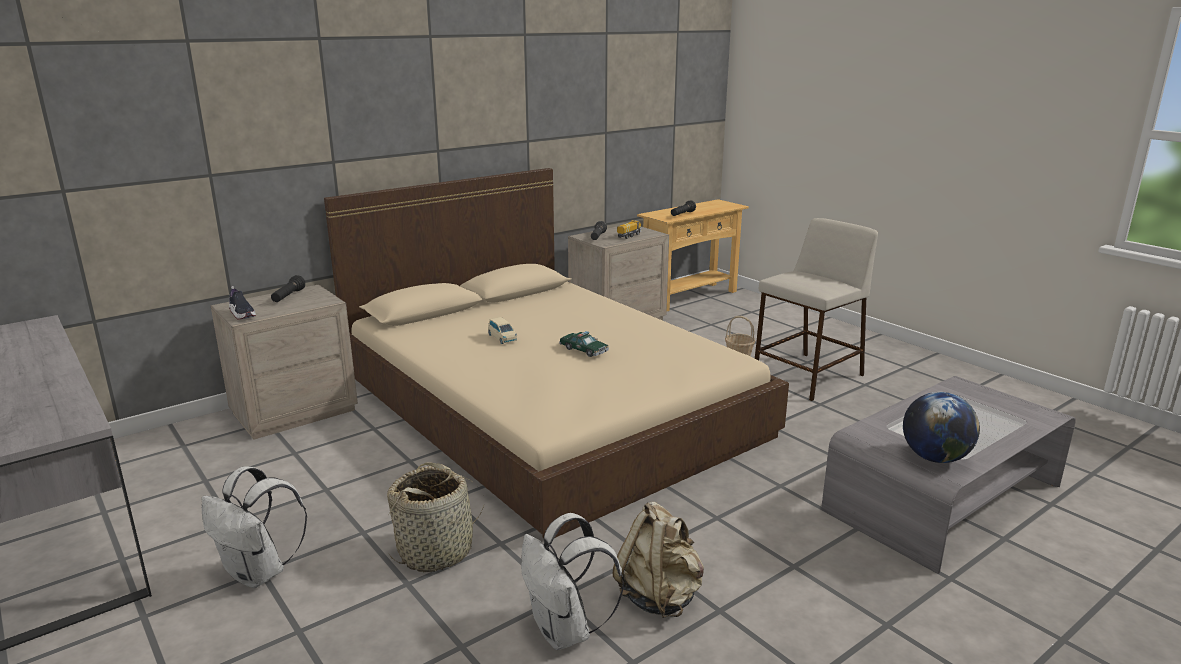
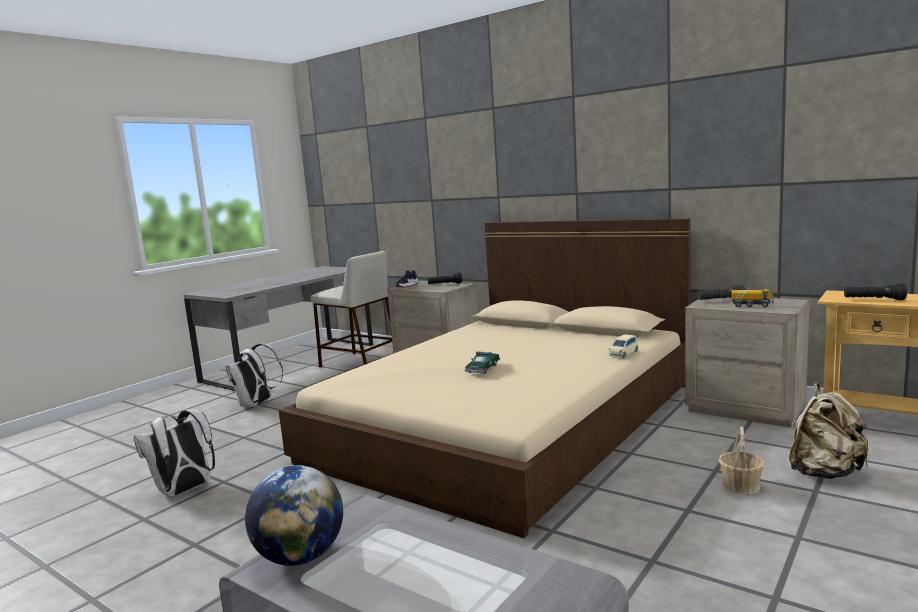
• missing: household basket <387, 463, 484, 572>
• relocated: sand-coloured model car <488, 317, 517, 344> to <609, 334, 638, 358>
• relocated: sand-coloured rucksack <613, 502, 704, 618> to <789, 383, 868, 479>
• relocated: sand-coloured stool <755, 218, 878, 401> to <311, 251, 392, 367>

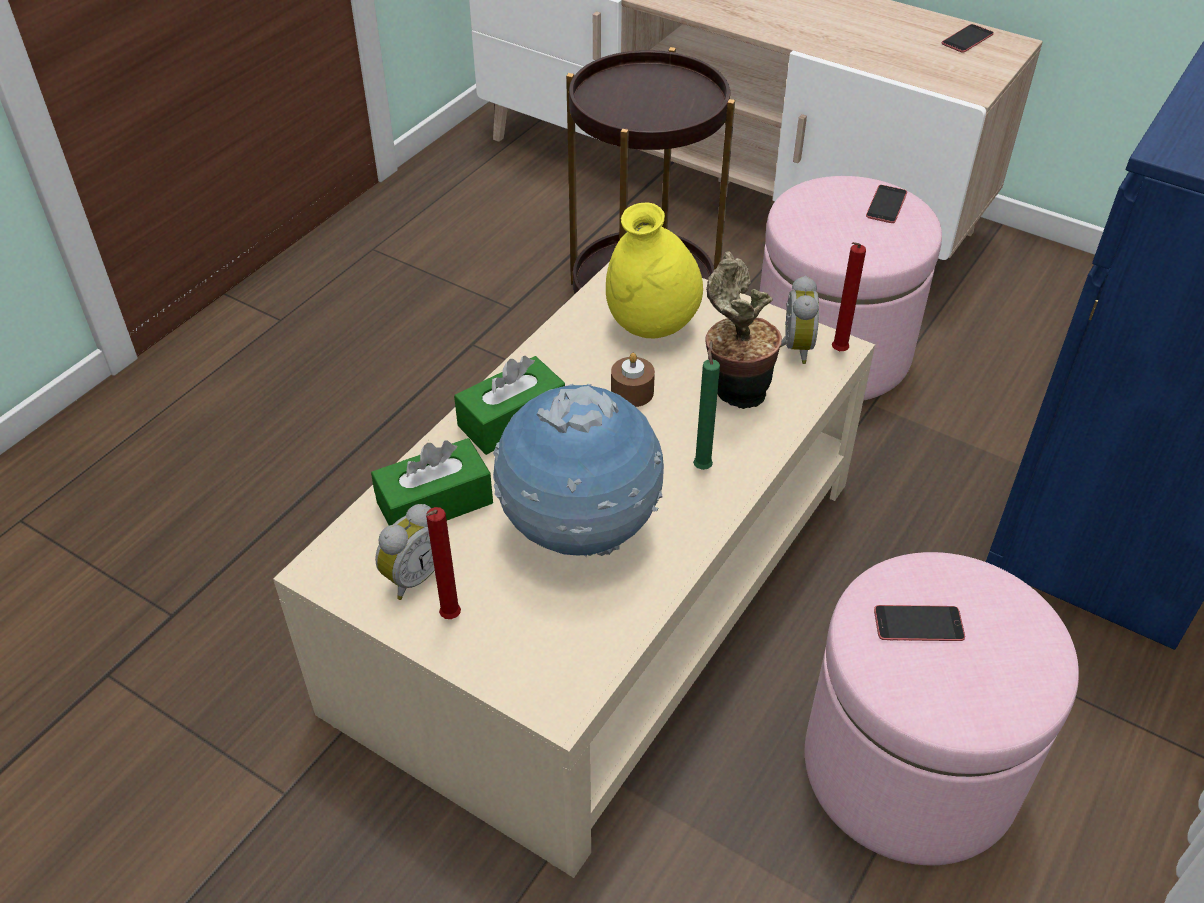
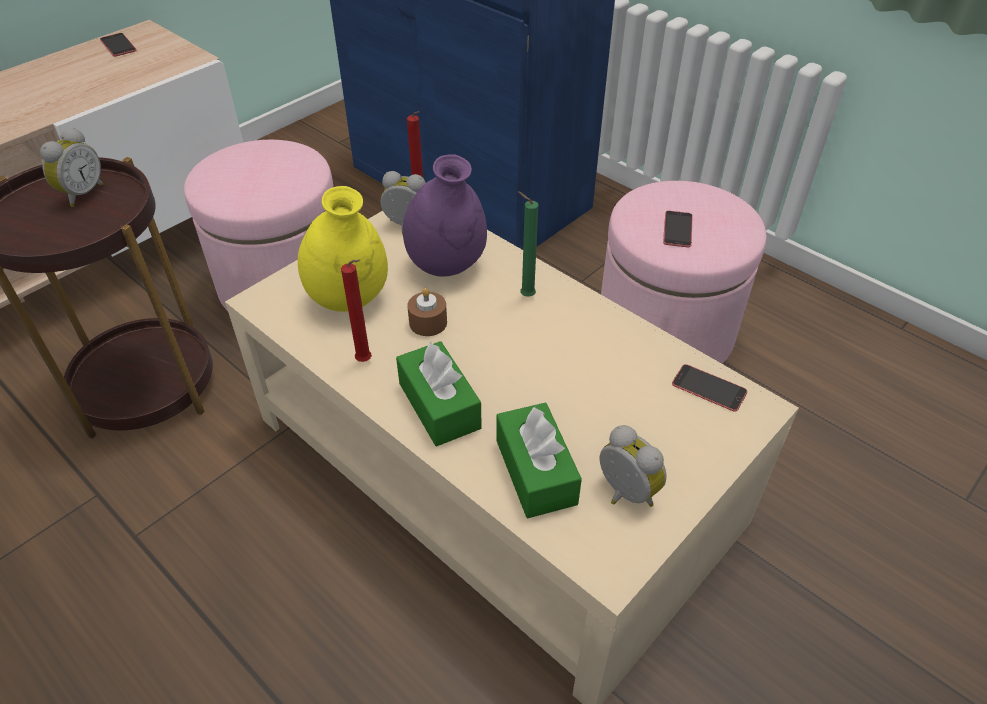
• relocated: red-coloured candle <426, 507, 461, 619> to <341, 259, 372, 362>
• missing: globe <493, 384, 664, 557>
• exchanged: houseplant <705, 252, 782, 409> to purplish decorative vase <403, 154, 487, 277>
• relocated: handset <866, 185, 907, 223> to <672, 364, 747, 412>
• appeared: bedside clock <40, 127, 104, 207>

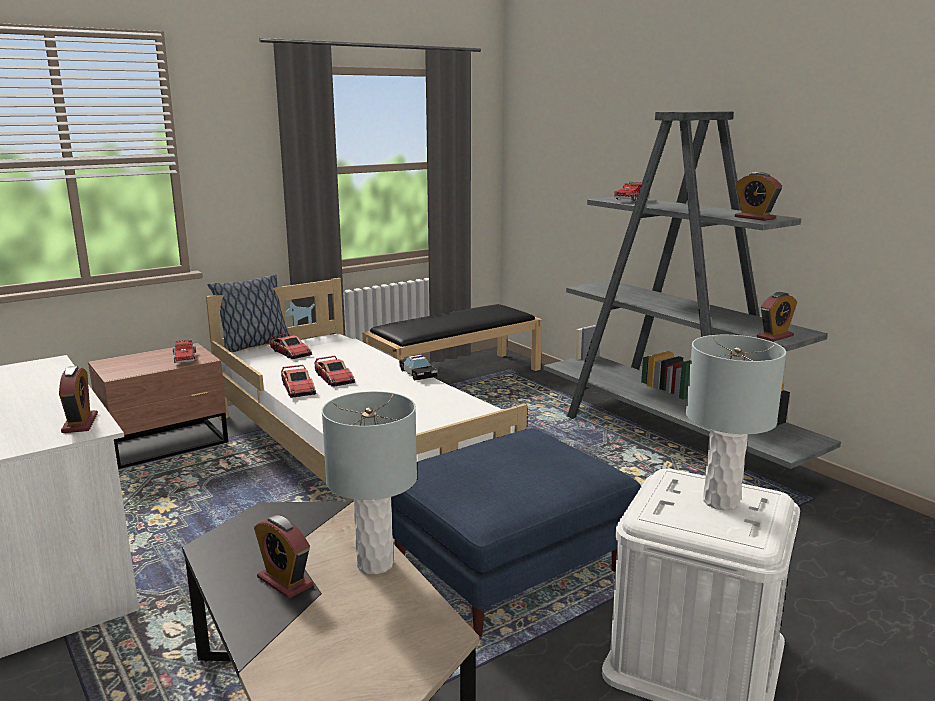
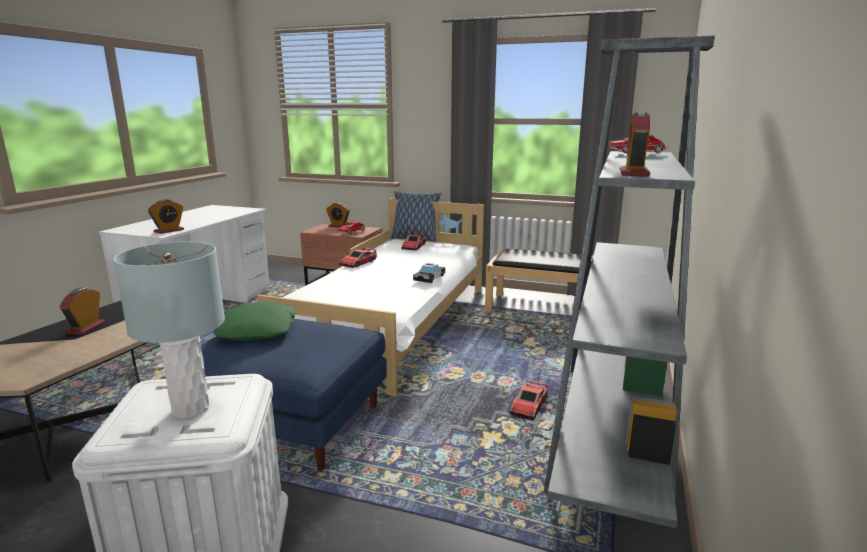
• relocated: model car <315, 356, 355, 387> to <510, 380, 548, 420>
• missing: greyish lamp for a table <322, 391, 417, 574>
• relocated: bedside clock <757, 292, 797, 342> to <326, 203, 350, 228>
• appeared: greenish cushion <213, 302, 295, 341>

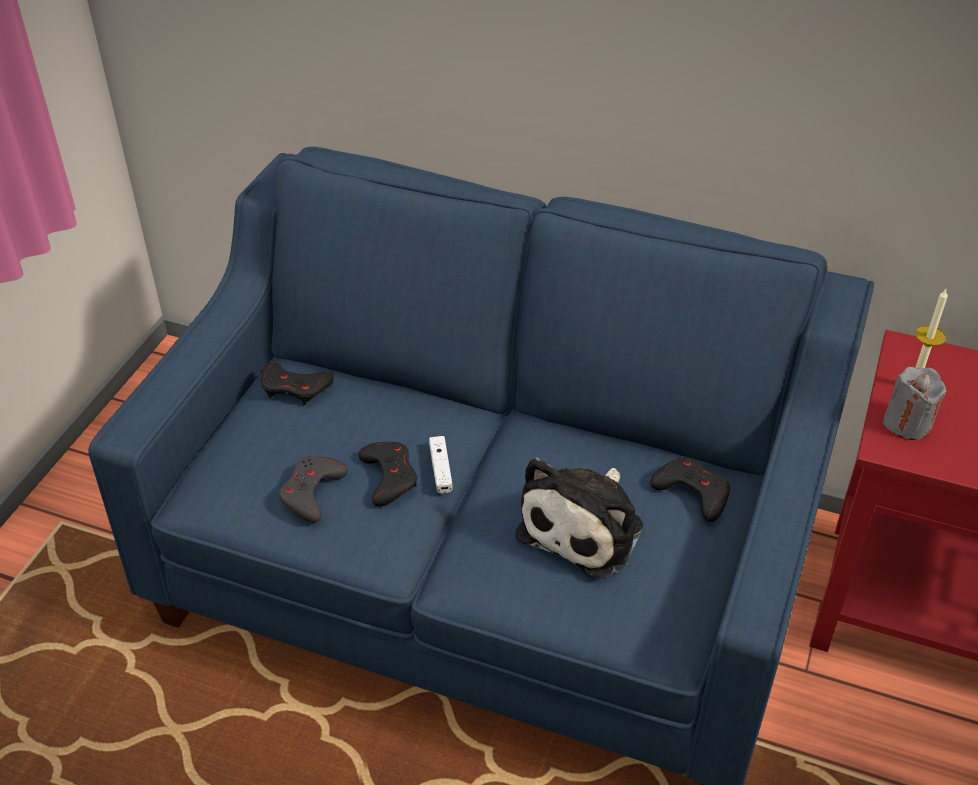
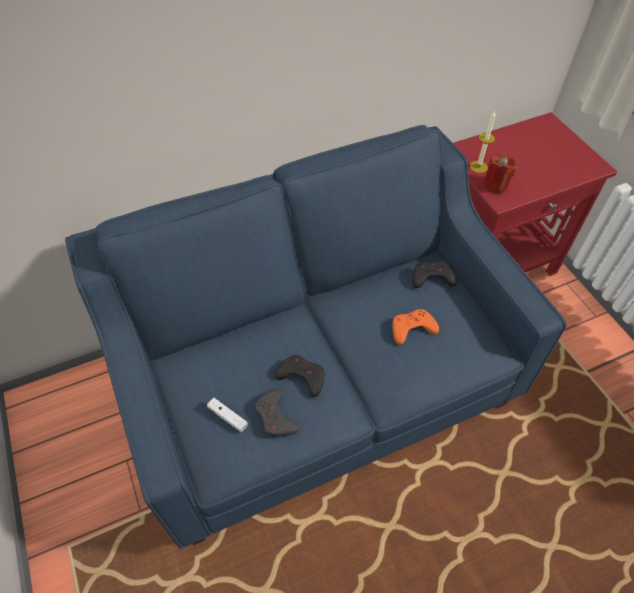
• missing: black-coloured joypad <261, 363, 334, 405>
• relocated: whitish joypad <429, 436, 453, 493> to <207, 398, 248, 432>
• exchanged: plush toy <515, 457, 643, 578> to orange-coloured joypad <392, 309, 439, 344>
• colour: greyish candle <883, 367, 946, 440> to red-coloured candle <483, 153, 517, 193>

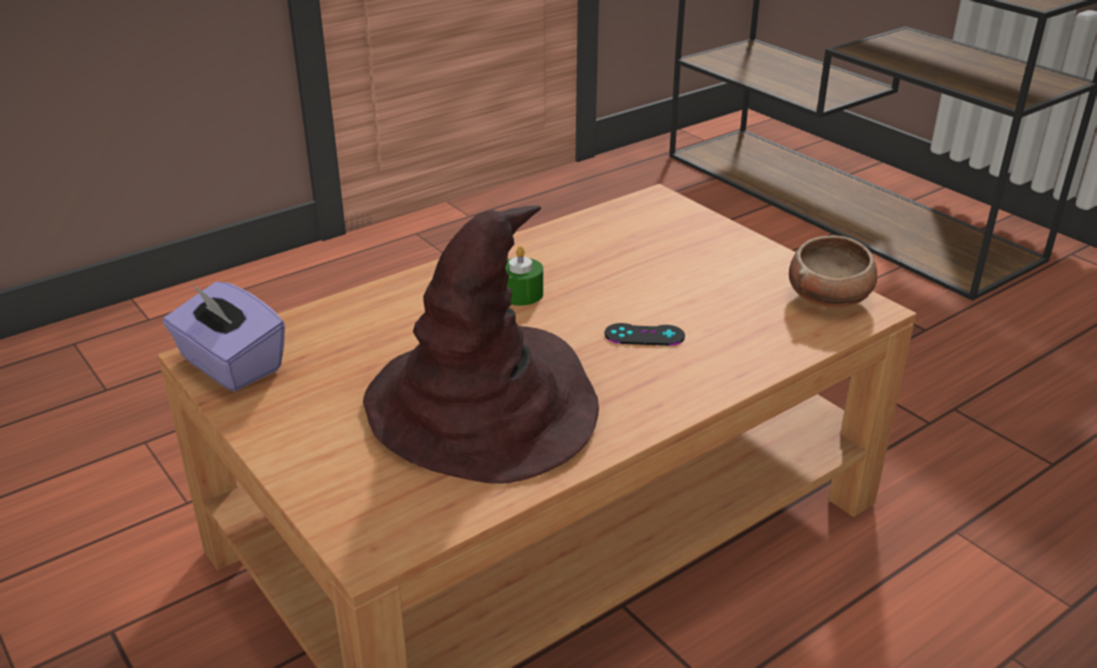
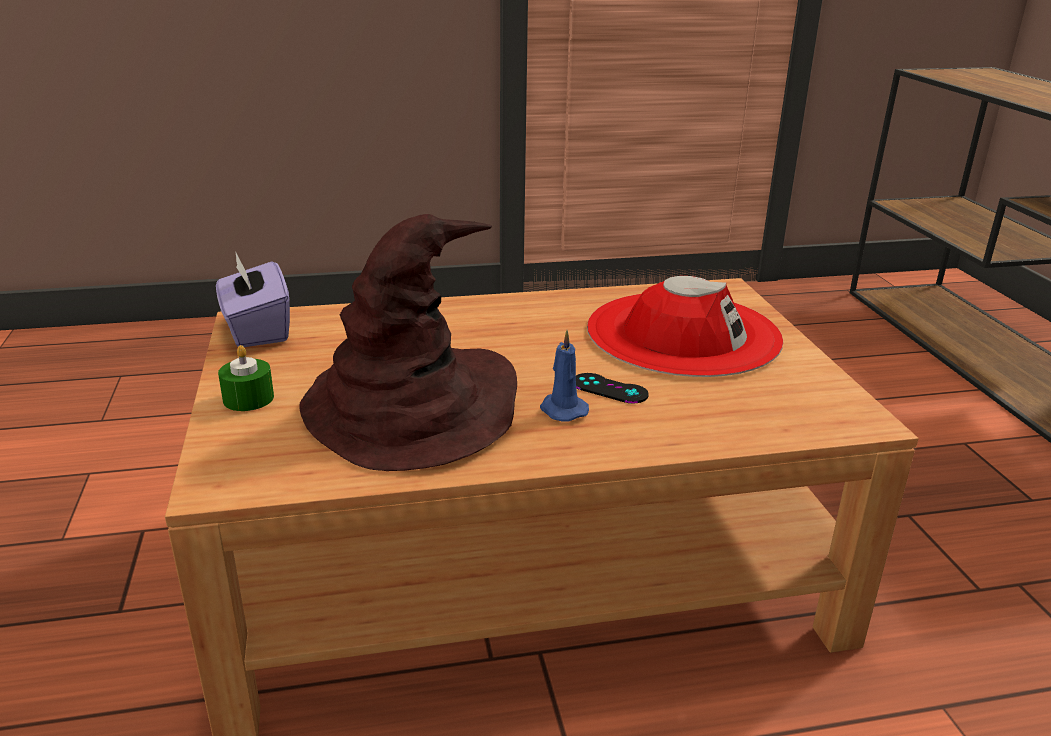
• relocated: greenish candle <505, 246, 543, 306> to <218, 345, 274, 411>
• missing: bowl <789, 235, 877, 308>
• appeared: bluish candle <540, 330, 589, 422>
• appeared: red-coloured hat <587, 276, 783, 377>

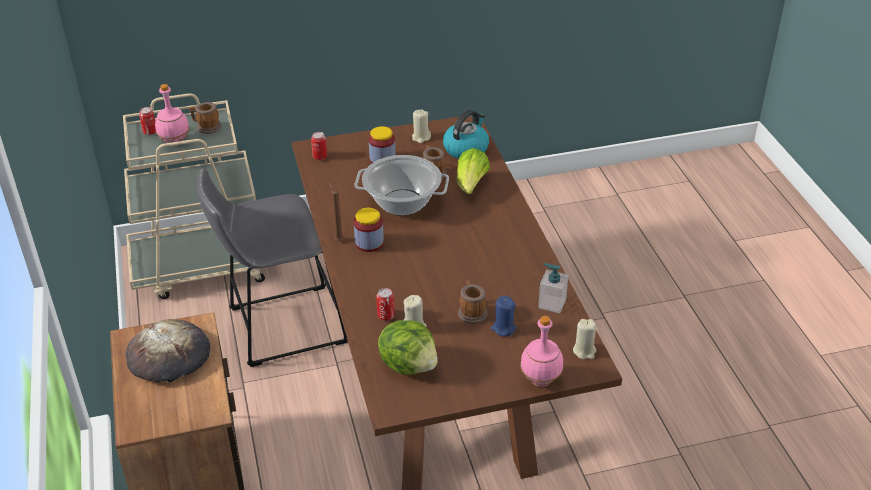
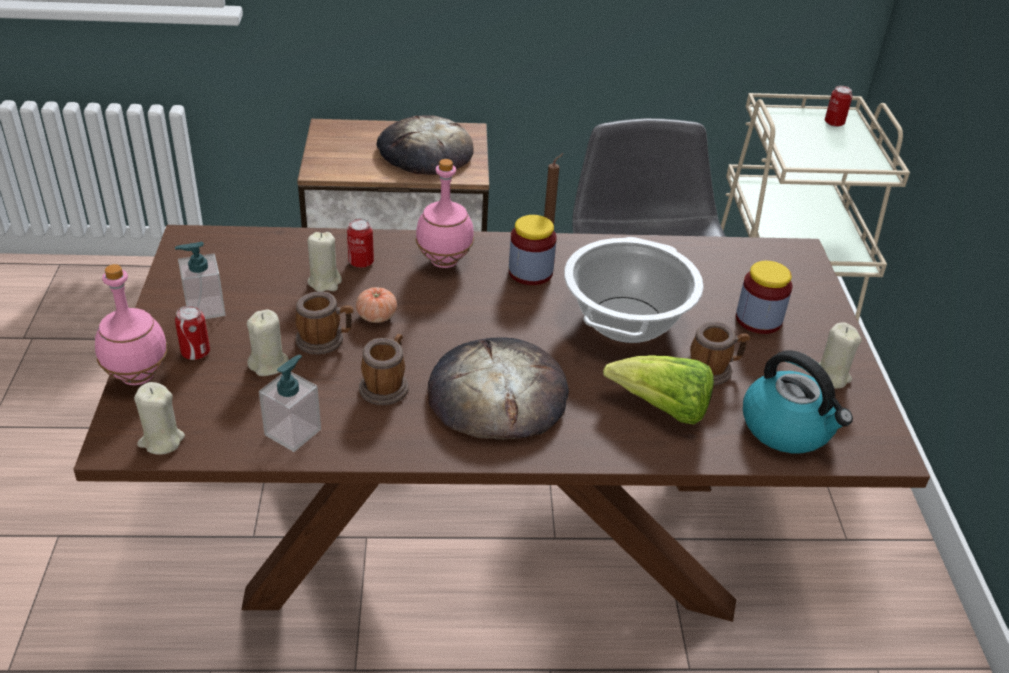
• relocated: pink-coloured bottle <155, 84, 189, 146> to <416, 159, 474, 268>
• relocated: mug <189, 102, 221, 134> to <359, 334, 409, 405>
• relocated: metal can <311, 132, 327, 160> to <175, 305, 210, 360>
• missing: head of lettuce <378, 320, 438, 375>
• colour: bluish candle <491, 295, 517, 337> to sand-coloured candle <247, 309, 288, 376>
• appeared: soap dispenser <175, 242, 225, 319>
• appeared: tomato <356, 287, 397, 323>
• appeared: bakery bread <428, 337, 569, 439>

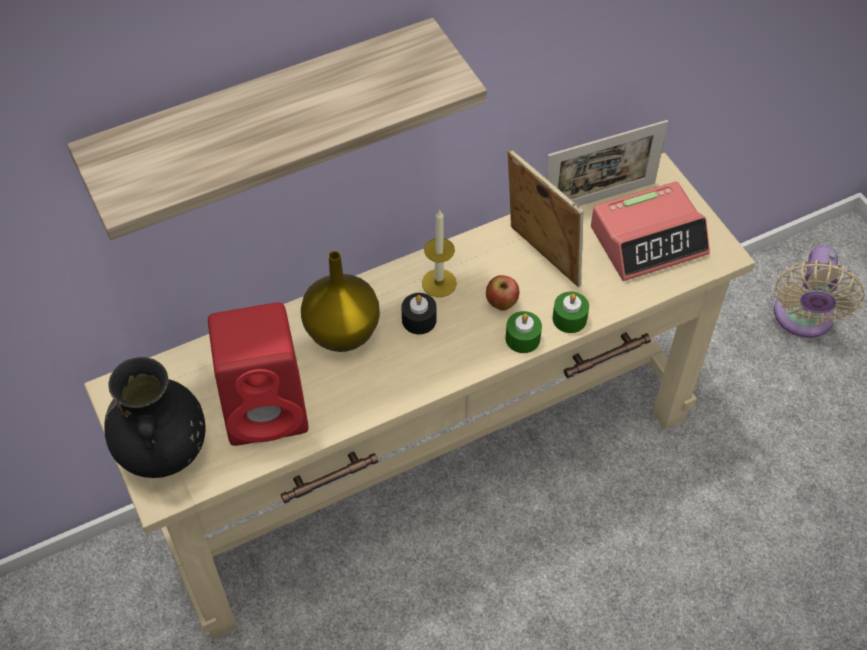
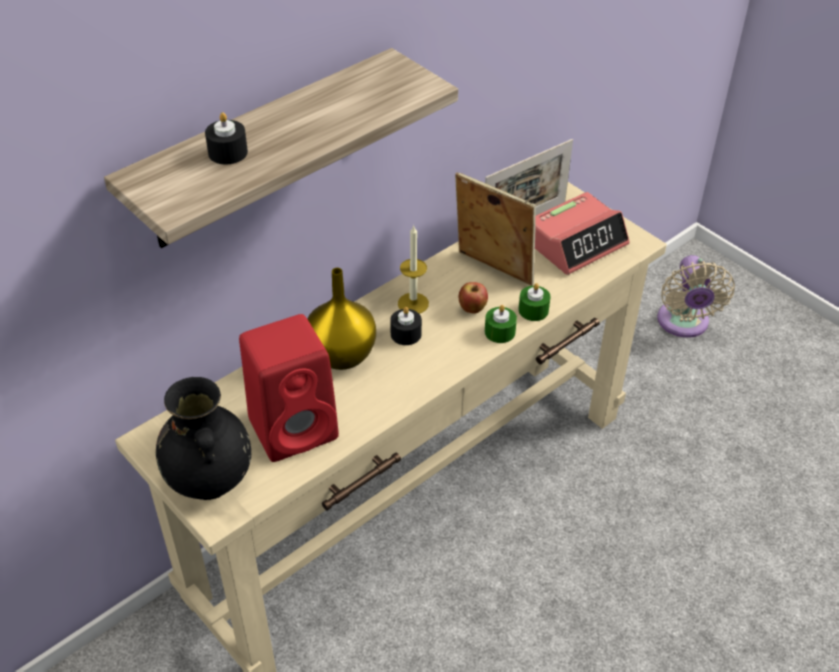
• appeared: black-coloured candle <205, 112, 248, 164>

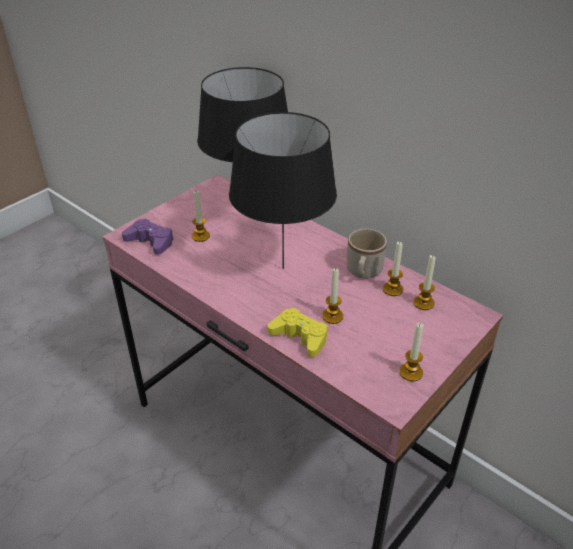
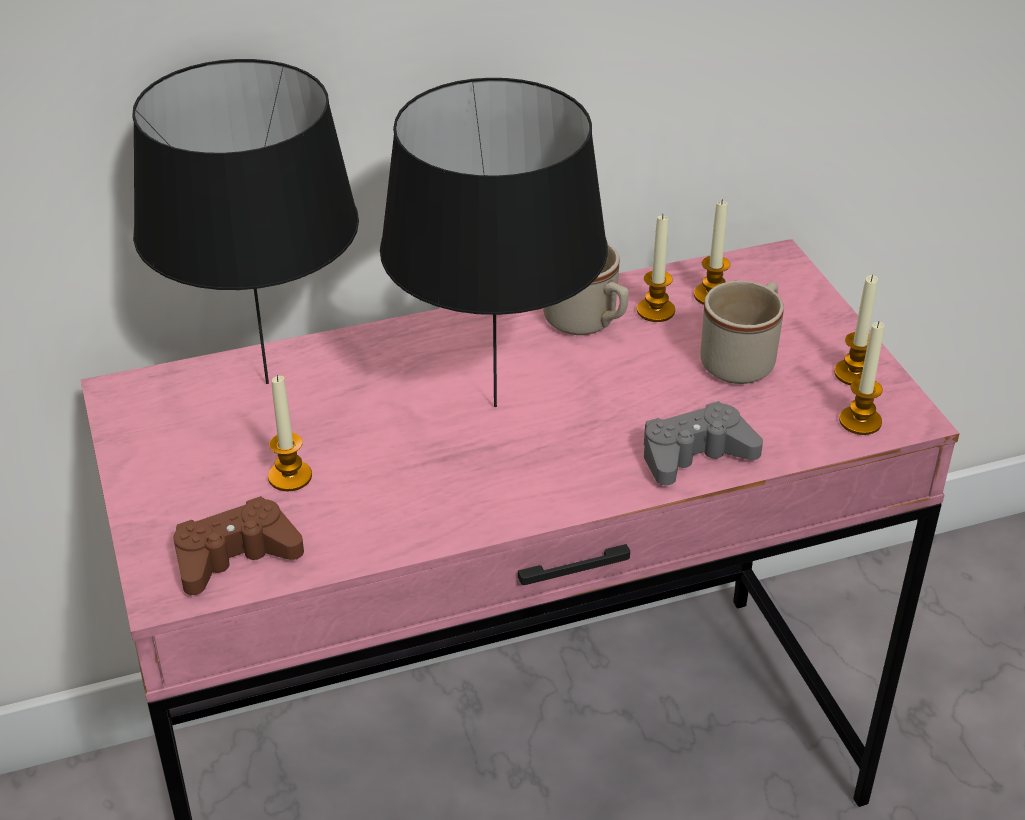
• colour: purplish joypad <122, 219, 174, 255> to brownish joypad <174, 496, 304, 595>
• colour: yellow joypad <268, 308, 328, 357> to greyish joypad <644, 401, 763, 485>
• relocated: candle <322, 268, 343, 324> to <839, 322, 885, 435>
• appeared: sand-coloured mug <701, 281, 784, 384>

